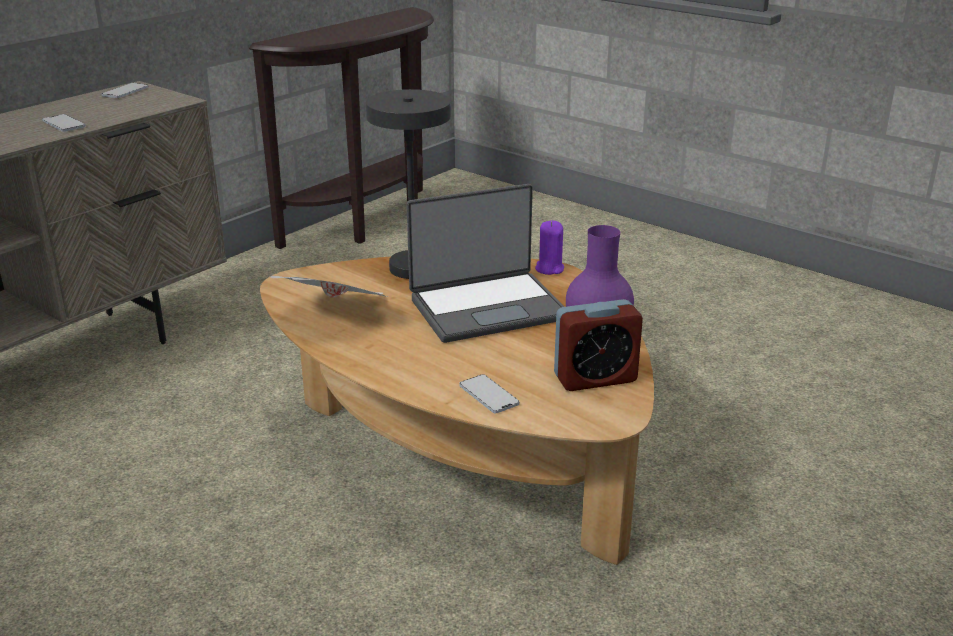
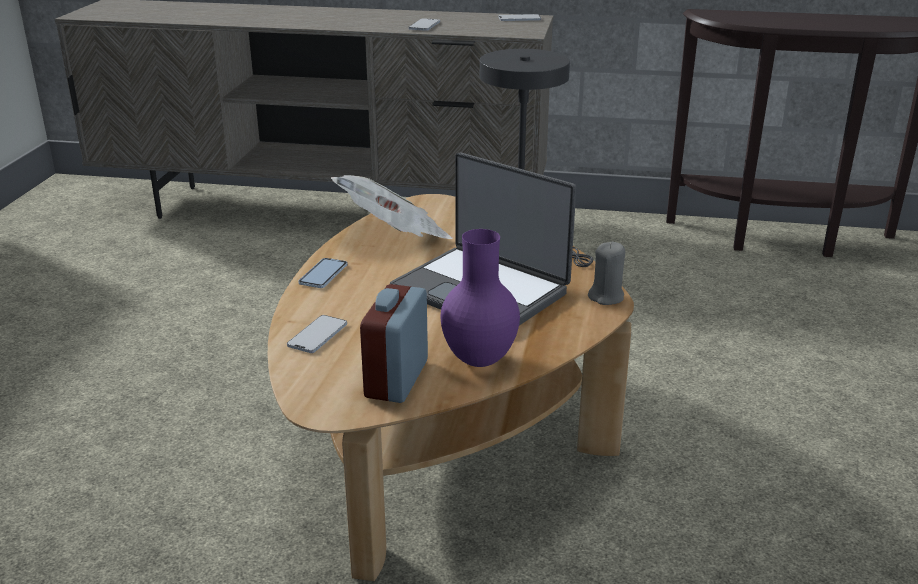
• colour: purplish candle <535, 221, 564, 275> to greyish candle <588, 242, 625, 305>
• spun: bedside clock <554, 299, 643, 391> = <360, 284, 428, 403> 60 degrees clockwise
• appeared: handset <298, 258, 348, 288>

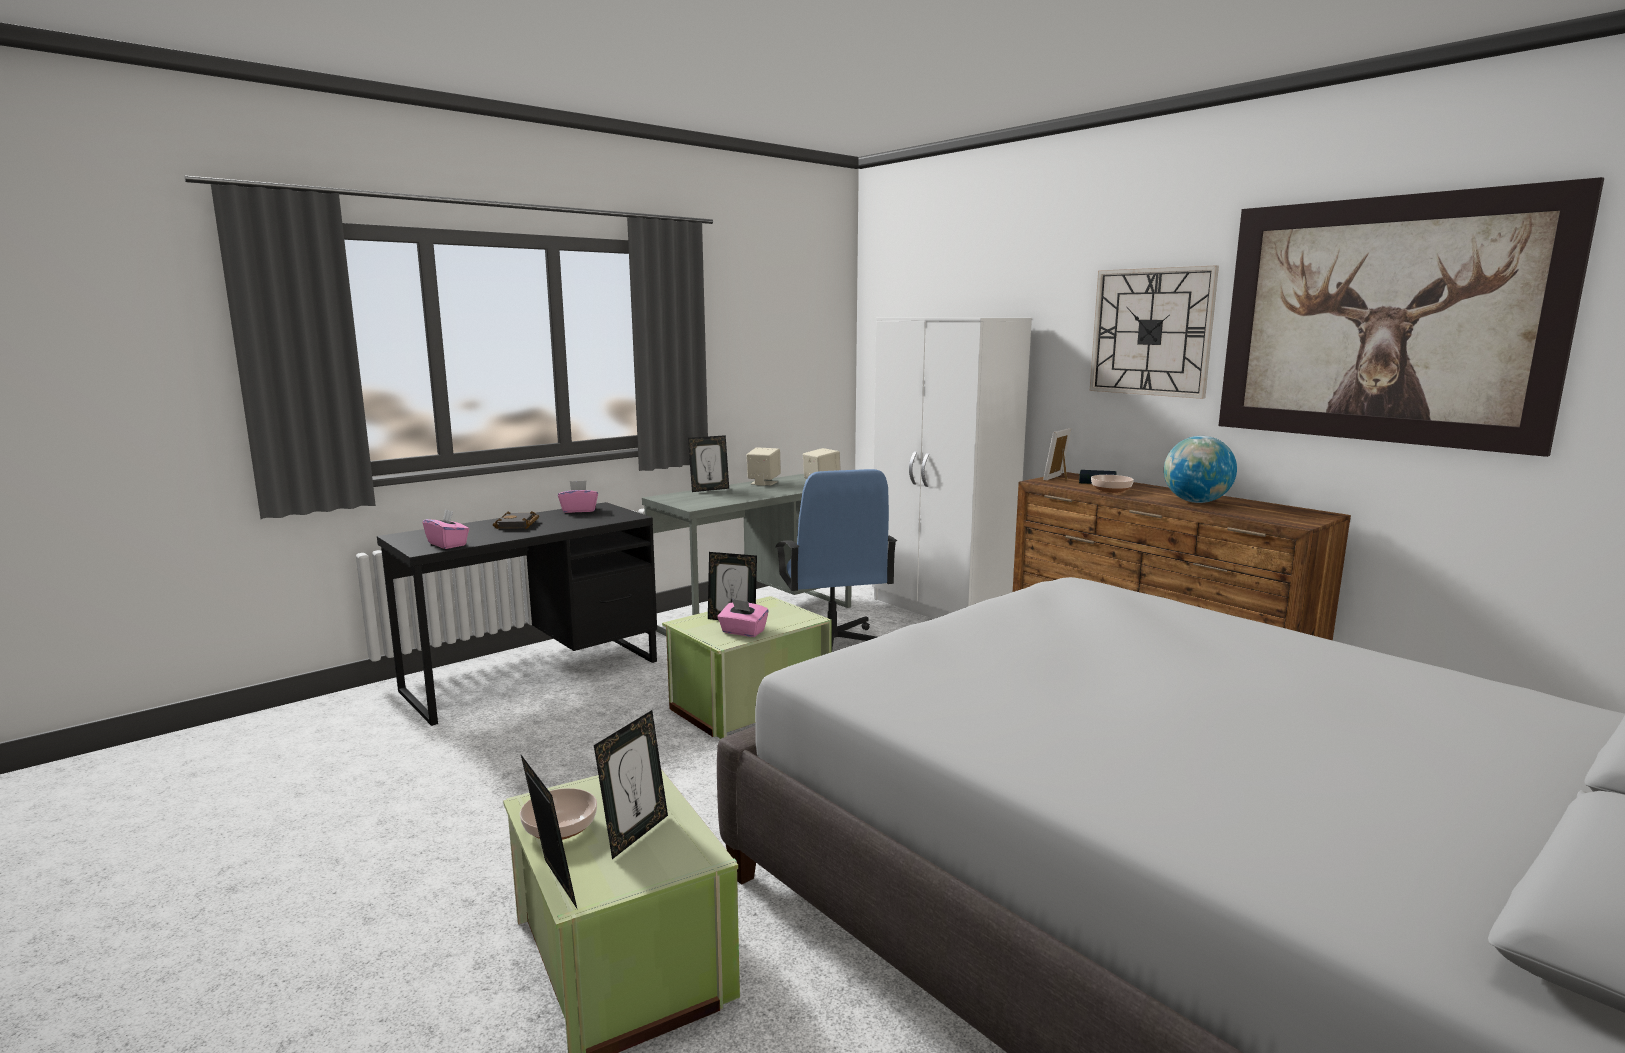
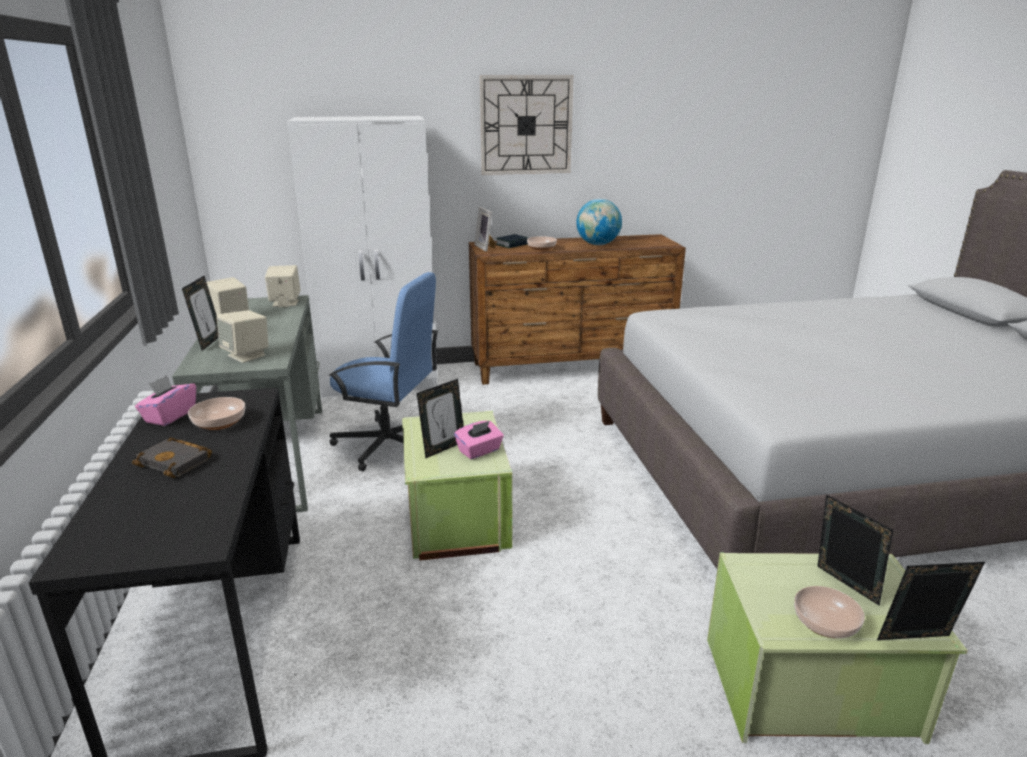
• missing: pink-coloured tissue holder <423, 509, 469, 549>
• missing: wall art <1219, 177, 1604, 457>
• appeared: bowl <188, 397, 245, 430>
• appeared: sand-coloured speaker <217, 310, 268, 363>

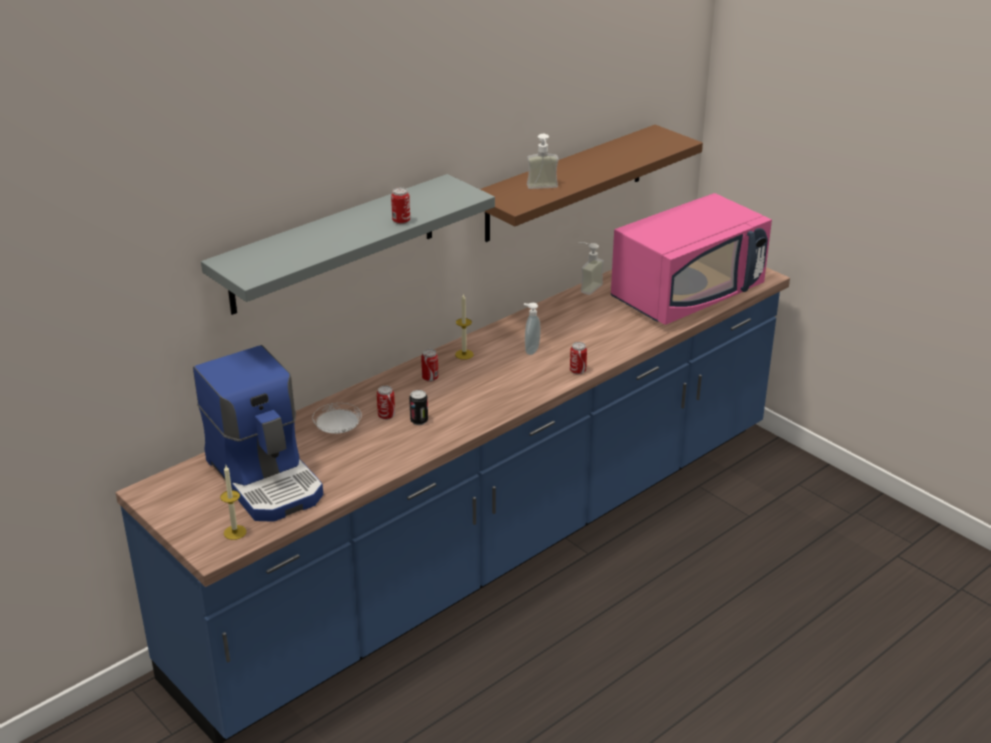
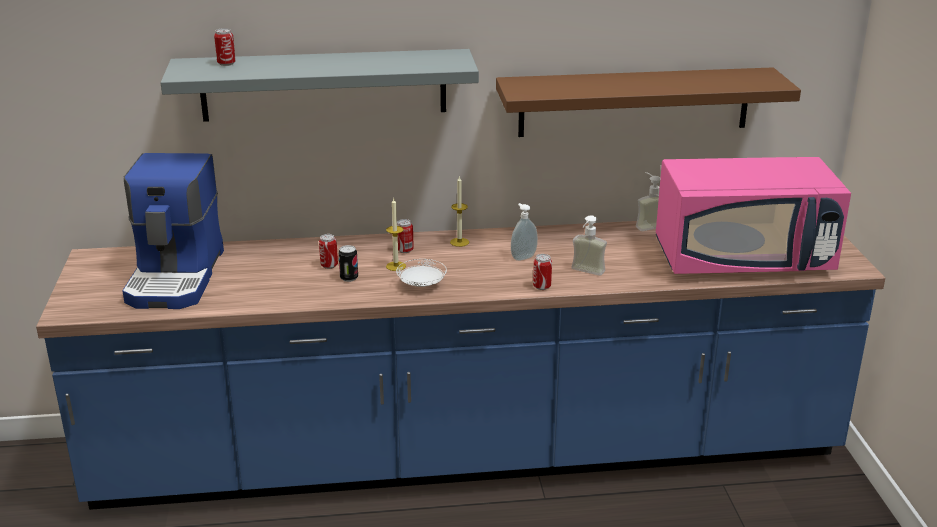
• relocated: candle <220, 465, 246, 540> to <386, 198, 406, 271>
• relocated: whitish plate <312, 403, 362, 434> to <396, 259, 447, 287>
• relocated: metal can <391, 187, 410, 224> to <214, 28, 236, 66>
• relocated: soap dispenser <527, 134, 559, 189> to <571, 215, 607, 276>

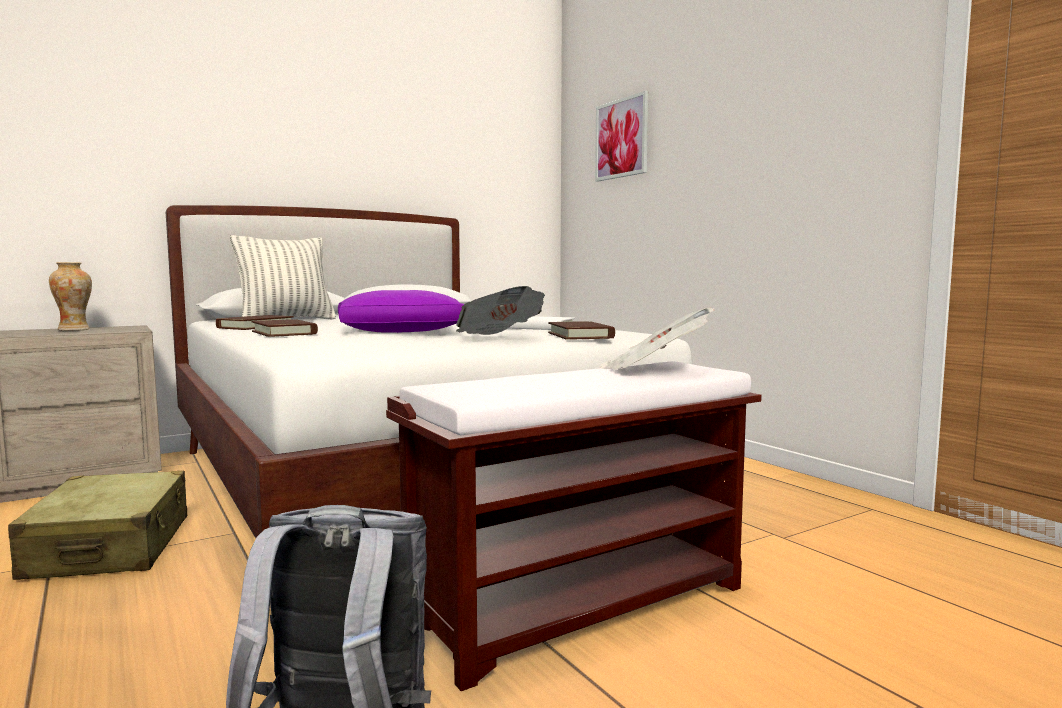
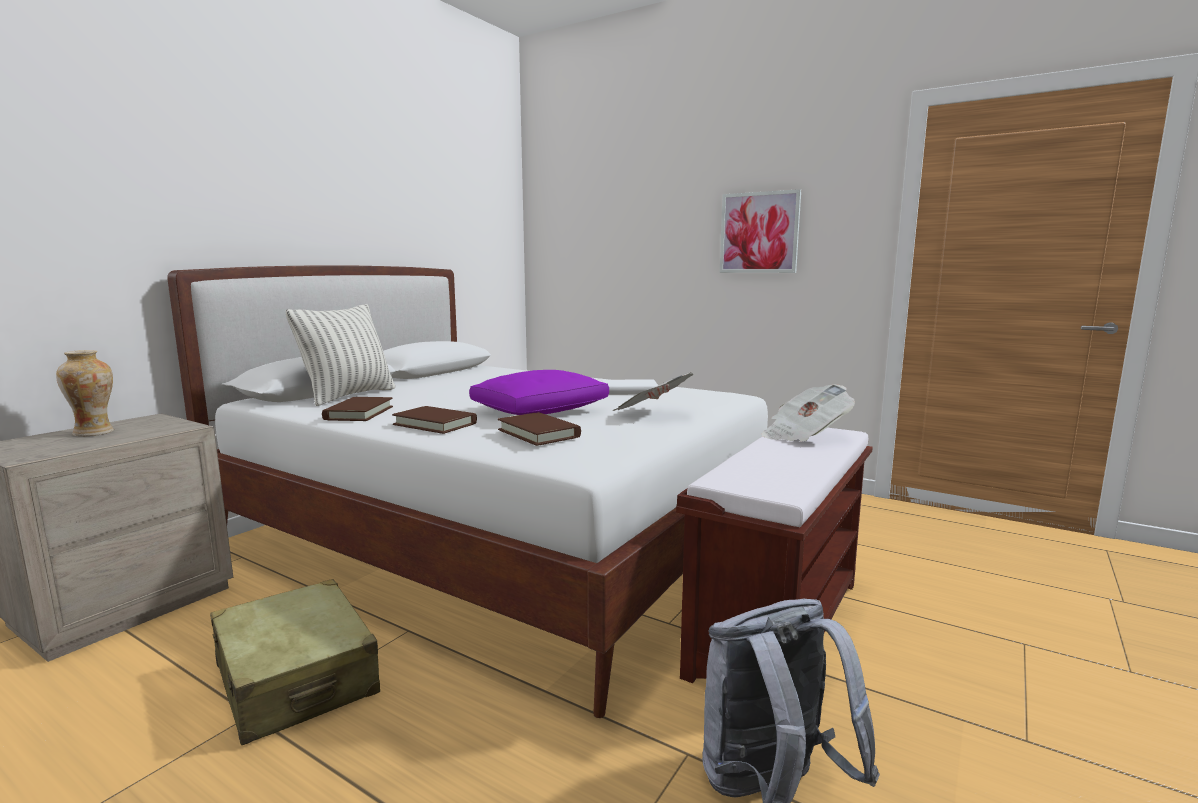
• relocated: brownish book <548, 321, 615, 340> to <498, 412, 581, 446>
• relocated: wall art <595, 91, 648, 181> to <720, 189, 801, 273>

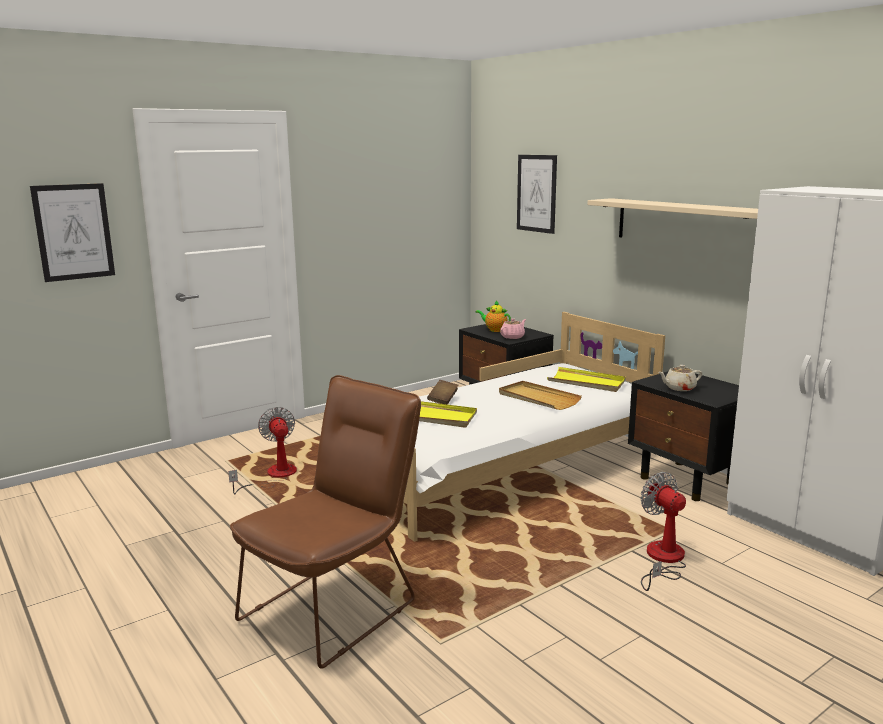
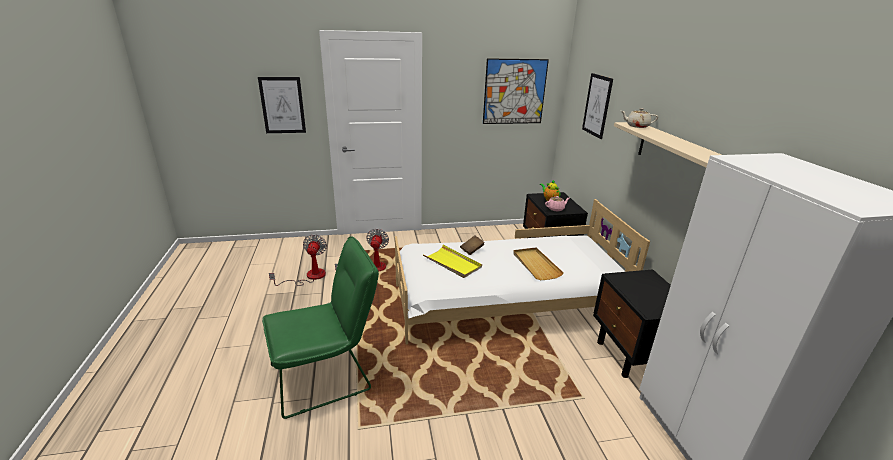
• colour: brownish chair <230, 375, 421, 669> to greenish chair <262, 236, 379, 419>
• missing: yellow tray <547, 367, 626, 392>
• relocated: cooling fan <640, 472, 686, 591> to <269, 234, 327, 286>
• relocated: sand-coloured tea pot <658, 365, 702, 391> to <621, 108, 658, 128>
• appeared: wall art <483, 58, 549, 124>

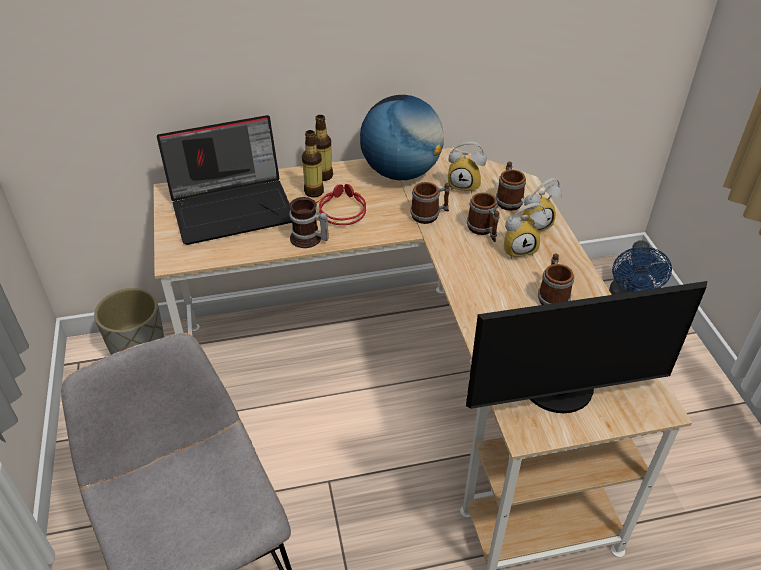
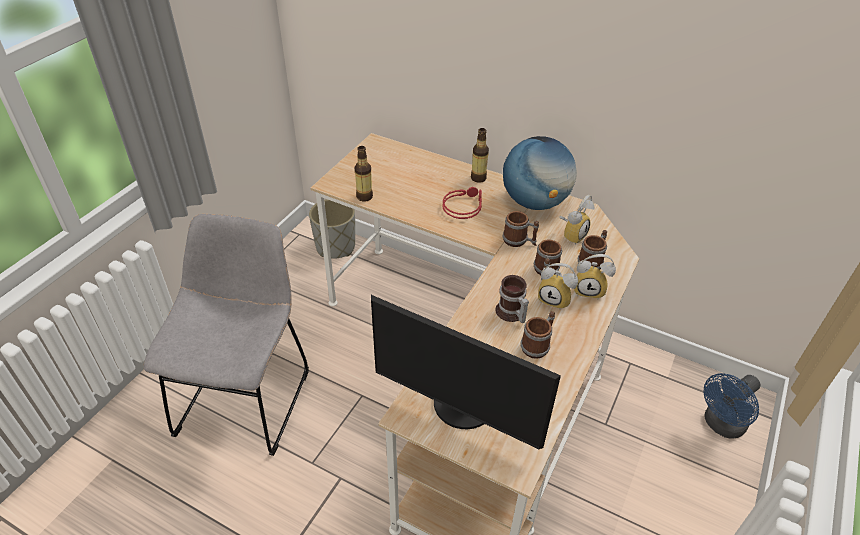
• missing: notebook computer <157, 115, 292, 245>
• relocated: mug <289, 197, 329, 248> to <495, 275, 529, 323>
• relocated: bottle <302, 130, 324, 197> to <355, 146, 373, 202>
• spun: bedside clock <448, 141, 487, 193> = <559, 195, 595, 245> 105 degrees counterclockwise

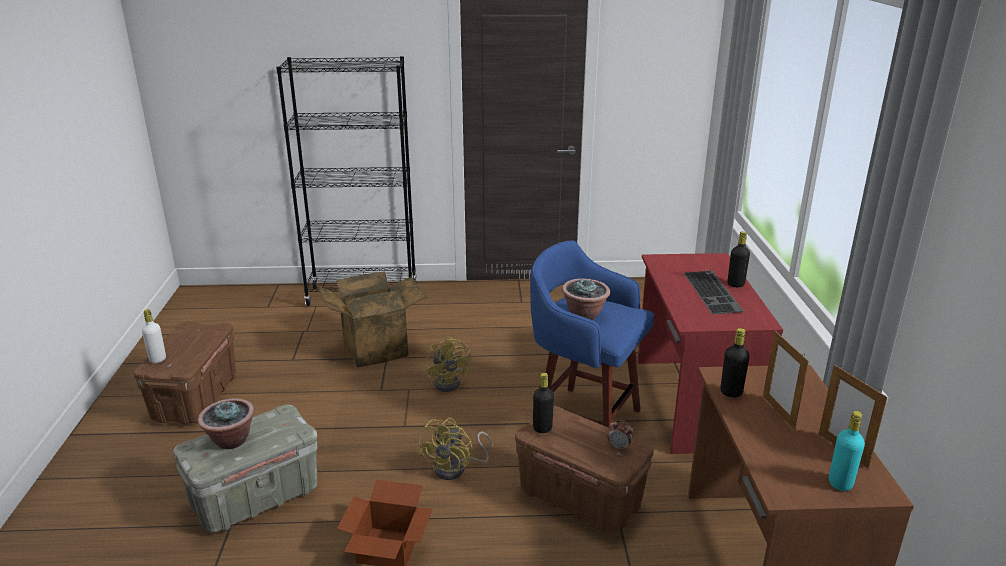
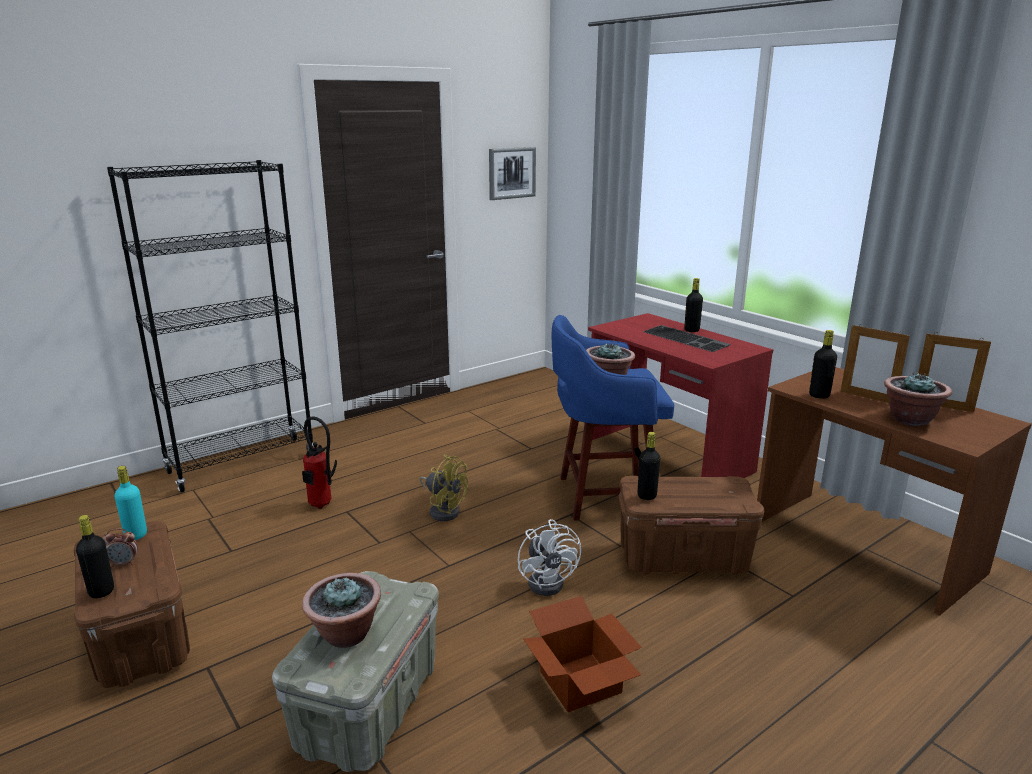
• colour: whitish bottle <142, 309, 166, 363> to black-coloured bottle <76, 515, 114, 598>
• exchanged: carton <318, 272, 428, 367> to fire-fighting cylinder <302, 416, 337, 509>
• colour: yellow cooling fan <418, 418, 493, 480> to whitish cooling fan <518, 519, 581, 596>
• relocated: bedside clock <608, 420, 633, 451> to <103, 529, 138, 567>
• relocated: turquoise-coloured bottle <829, 411, 865, 491> to <115, 466, 147, 540>
• appeared: wall art <489, 147, 536, 200>
• appeared: houseplant <884, 372, 952, 426>

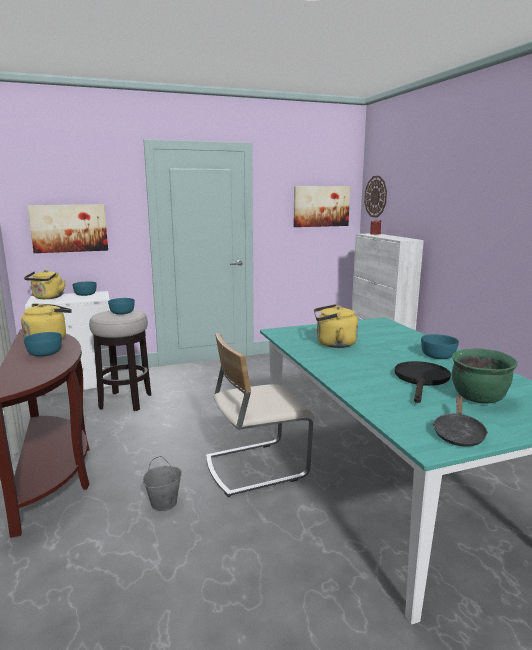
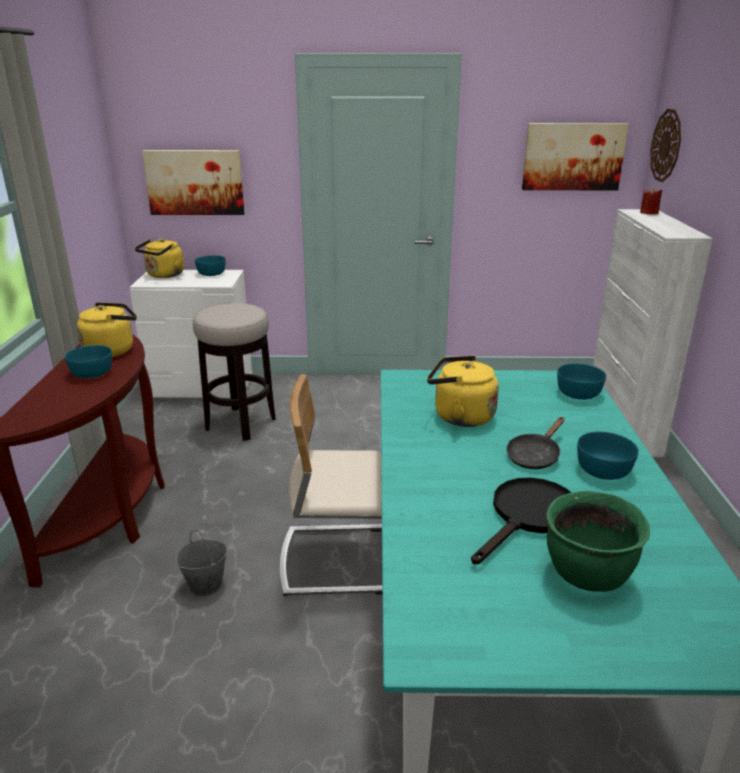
• relocated: turquoise-coloured bowl <108, 298, 135, 314> to <557, 363, 606, 400>
• relocated: black-coloured skillet <433, 395, 488, 447> to <506, 417, 565, 469>

